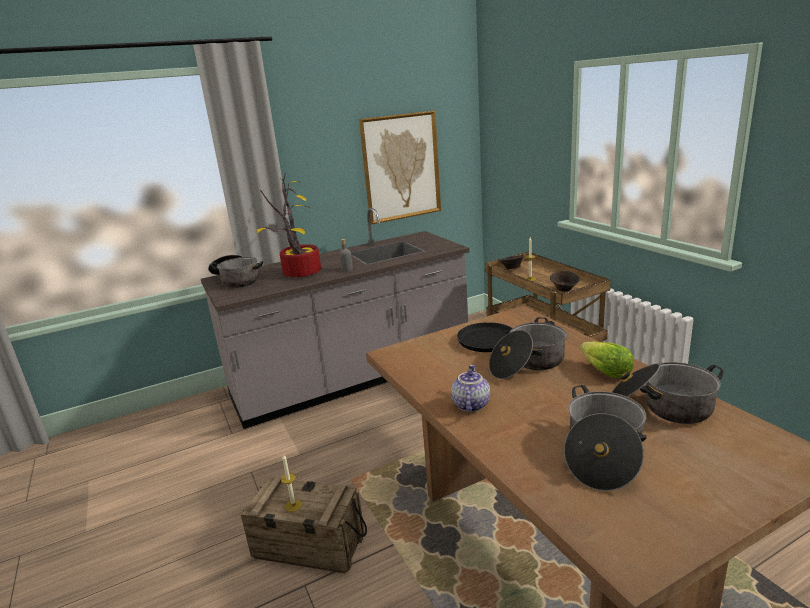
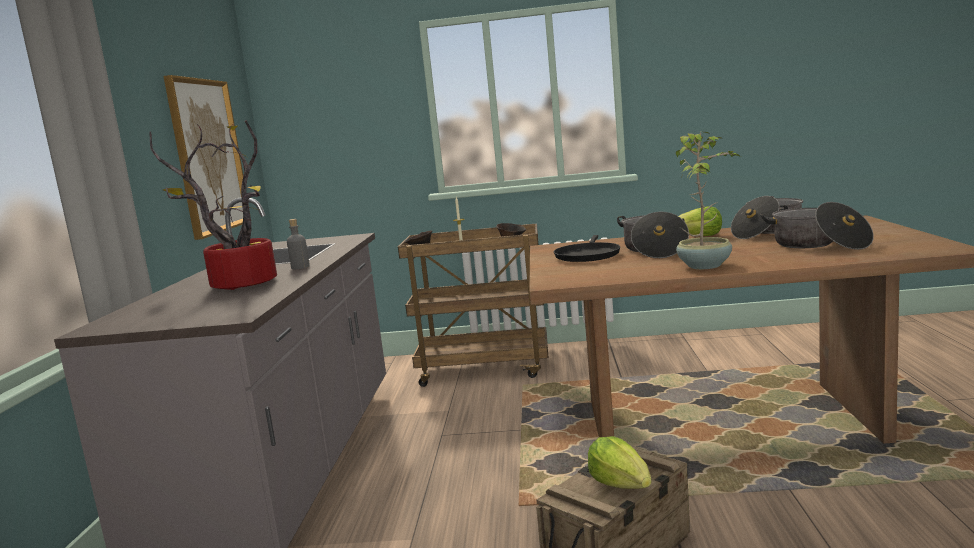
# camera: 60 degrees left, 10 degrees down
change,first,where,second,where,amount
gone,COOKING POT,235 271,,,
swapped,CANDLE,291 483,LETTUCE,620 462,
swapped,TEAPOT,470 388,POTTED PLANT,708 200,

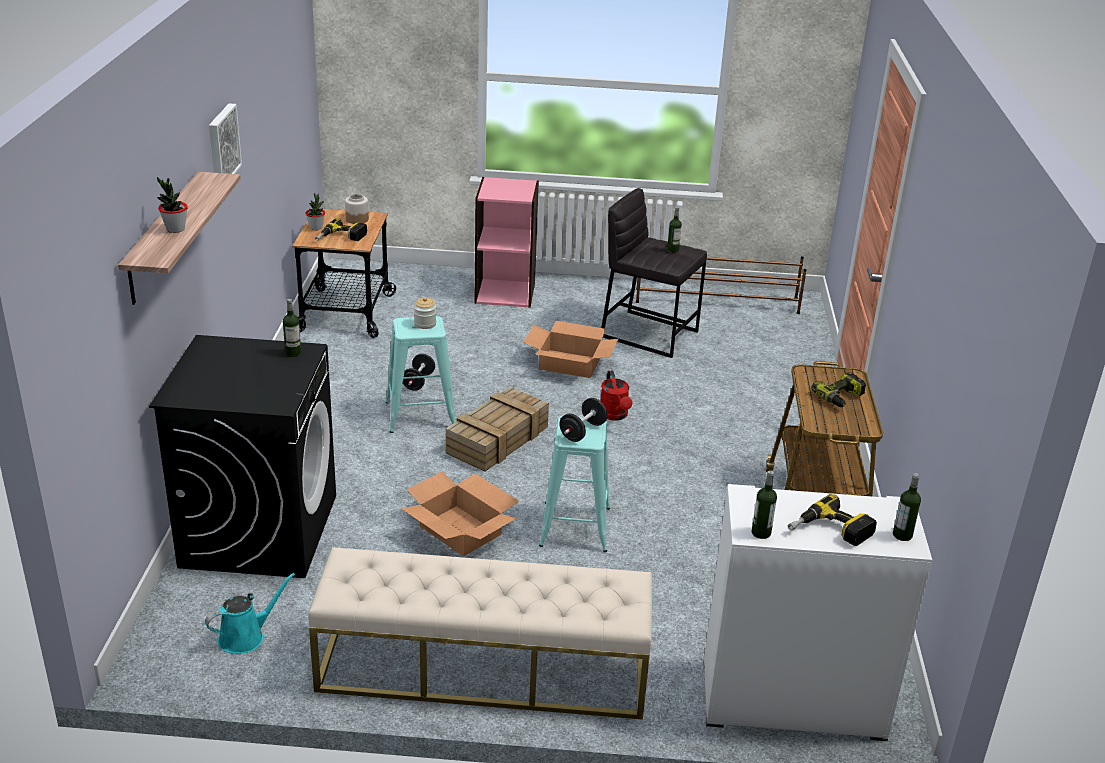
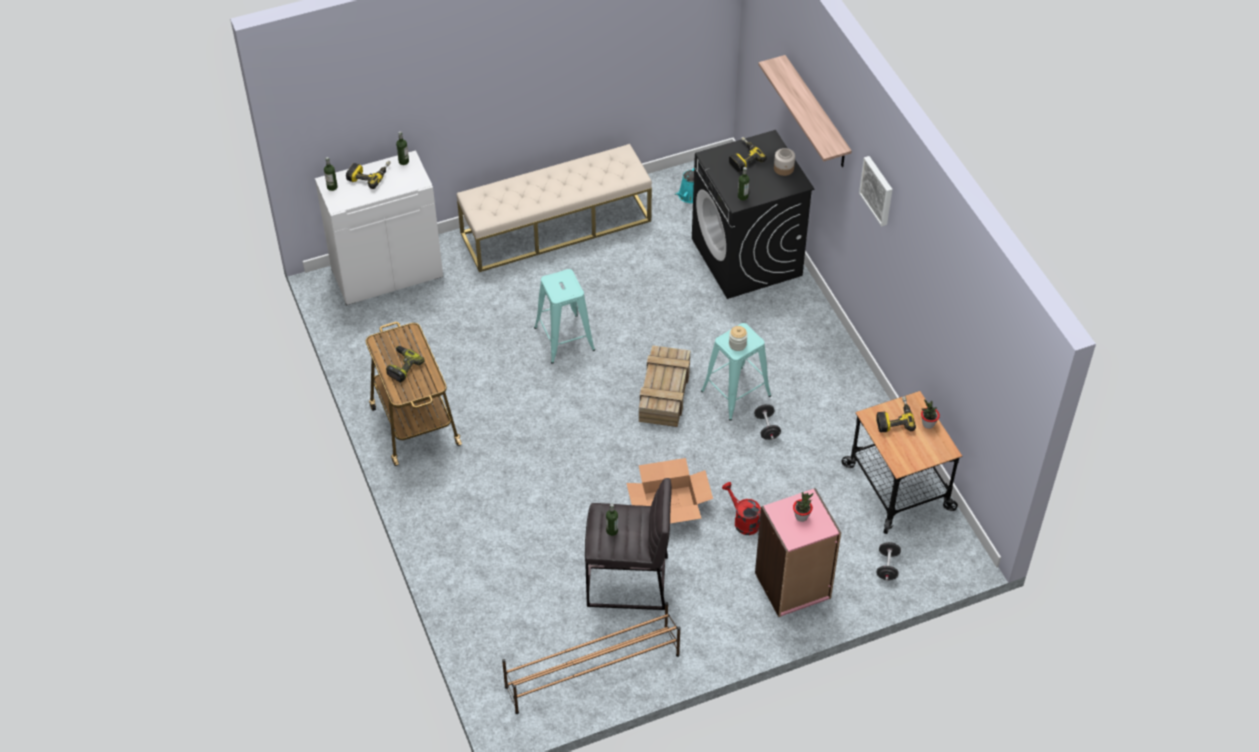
# camera: 155 degrees right, 20 degrees up
change,first,where,second,where,amount
gone,CARDBOARD BOX,460 513,,,
new,,,POWER DRILL,748 154,
shifted,POTTED PLANT,172 205,,803 507,
shifted,JAR,357 209,,784 162,
shifted,BLACK DUMBBELL,583 420,,889 561,
shifted,RED WATERING CAN,617 395,,741 508,

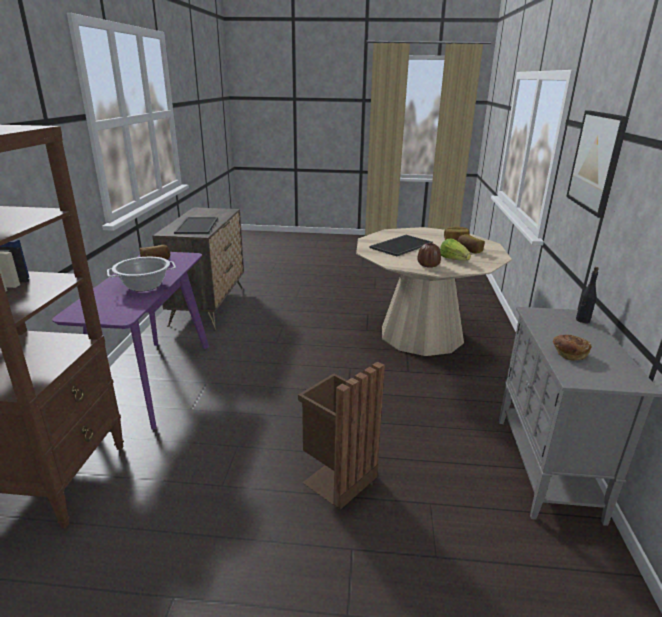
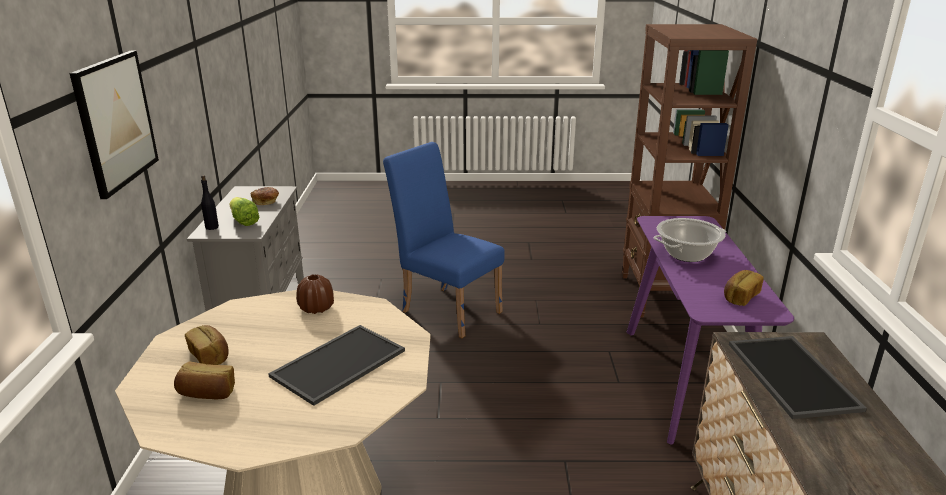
# camera: 175 degrees right, 0 degrees up
change,first,where,second,where,amount
shifted,LETTUCE,455 250,,245 211,
swapped,BROWN TRASH CAN,341 435,BLUE CHAIR,444 240,

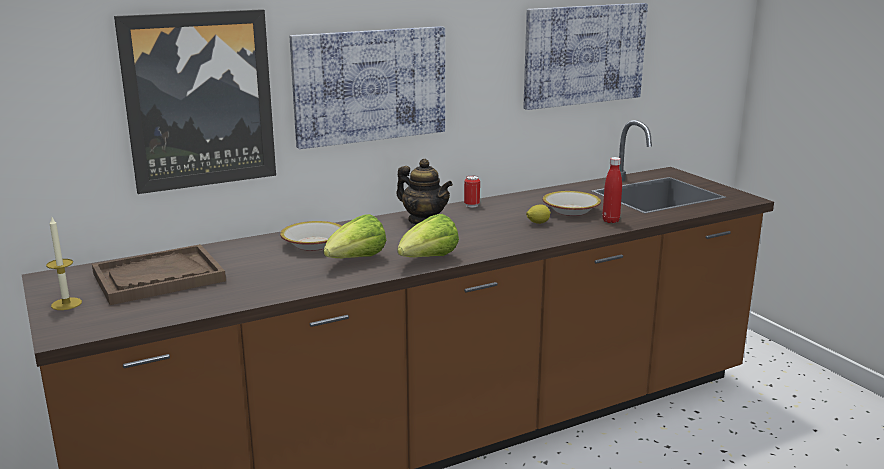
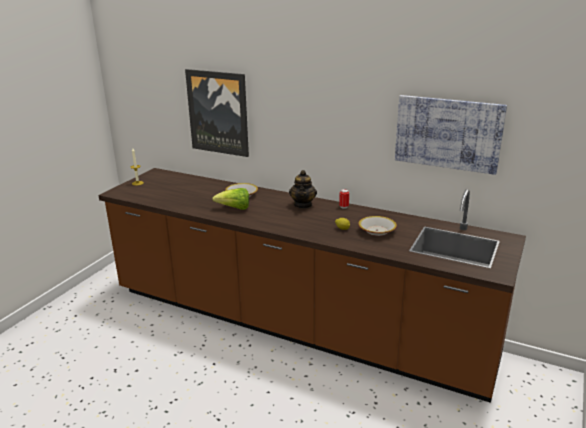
# camera: 55 degrees right, 5 degrees up
change,first,where,second,where,amount
gone,BROWN TRAY,159 274,,,
gone,PICTURE,367 87,,,
gone,LETTUCE,428 235,,,
gone,RED BOTTLE,612 190,,,

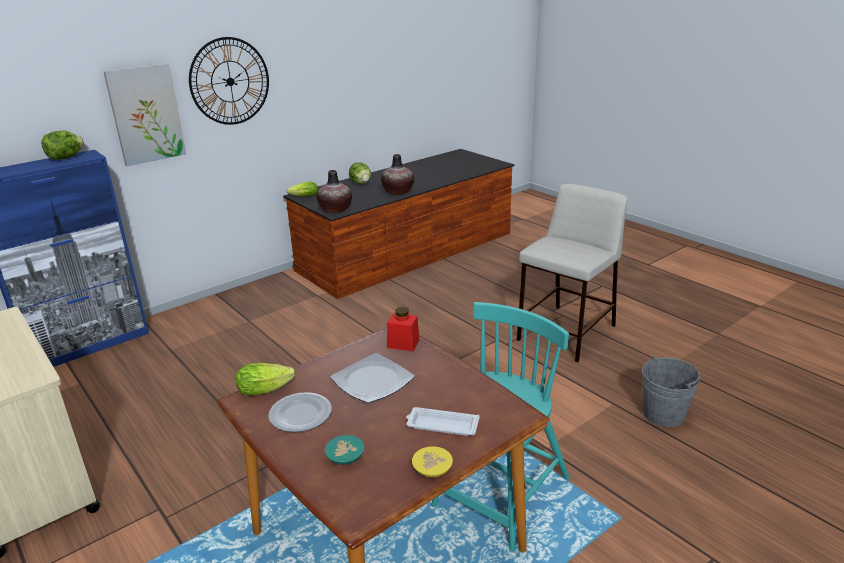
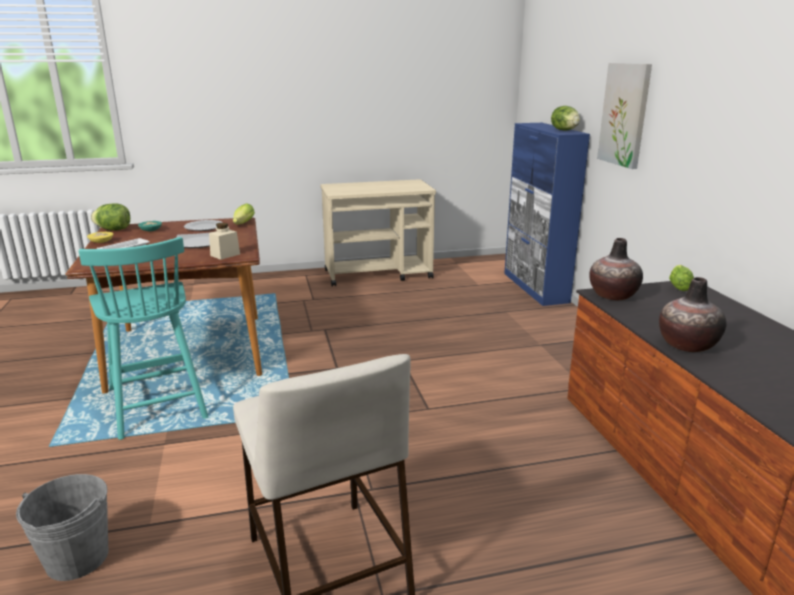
# camera: 115 degrees right, 5 degrees down
change,first,where,second,where,amount
gone,WALL CLOCK,229 81,,,
shifted,LETTUCE,360 173,,110 217,
repainted,RED JAR,403 329,BEIGE JAR,224 241,

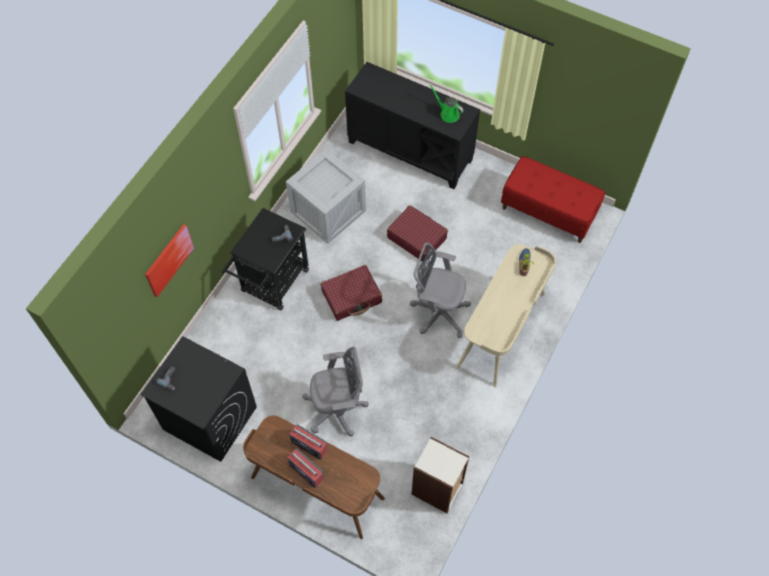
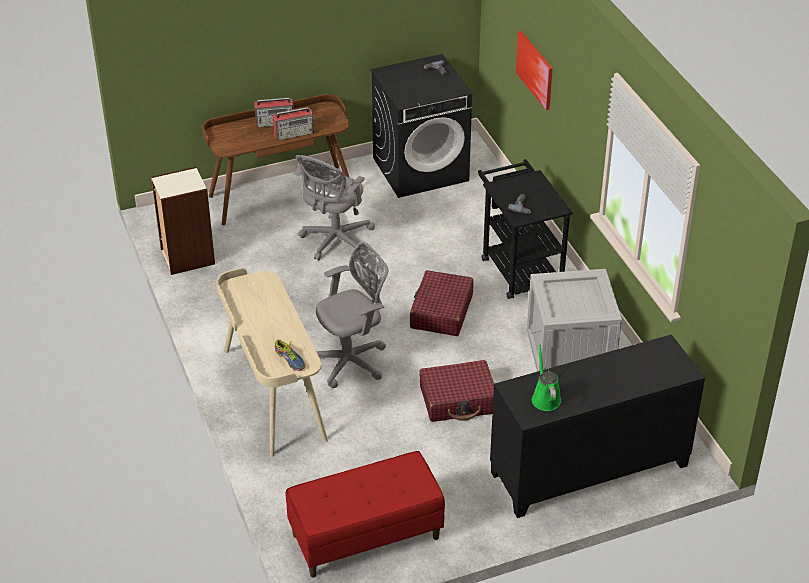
# camera: 130 degrees right, 20 degrees down
change,first,where,second,where,amount
rotated,GREEN WATERING CAN,447 103,,546 377,90 degrees counterclockwise

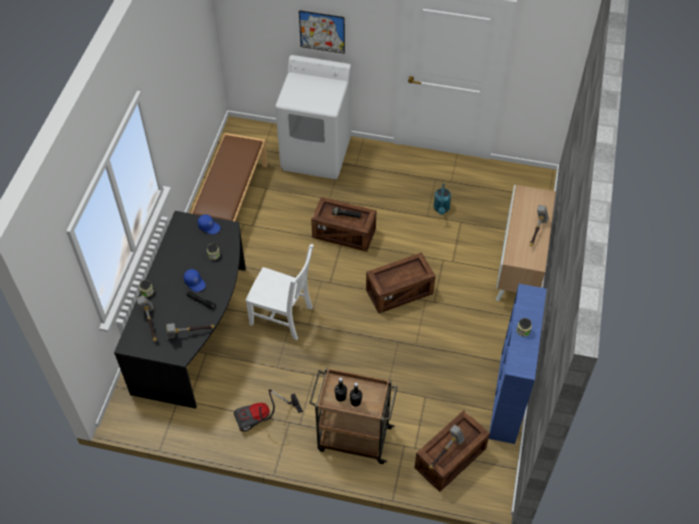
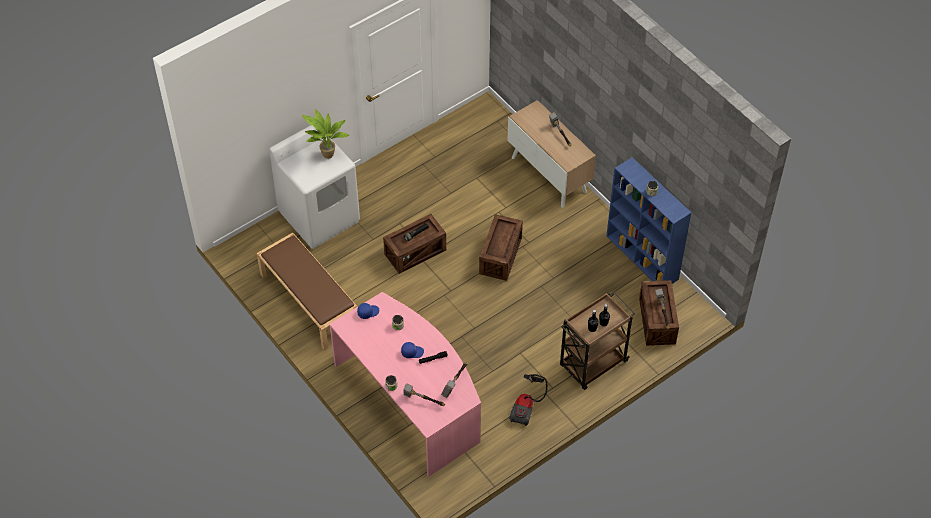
# camera: 50 degrees left, 0 degrees up
change,first,where,second,where,amount
gone,WHITE CHAIR,279 292,,,
gone,PICTURE,322 32,,,
gone,TURQUOISE WATERING CAN,442 199,,,
new,,,POTTED PLANT,325 134,
repainted,BLACK DESK,180 310,PINK DESK,405 384,

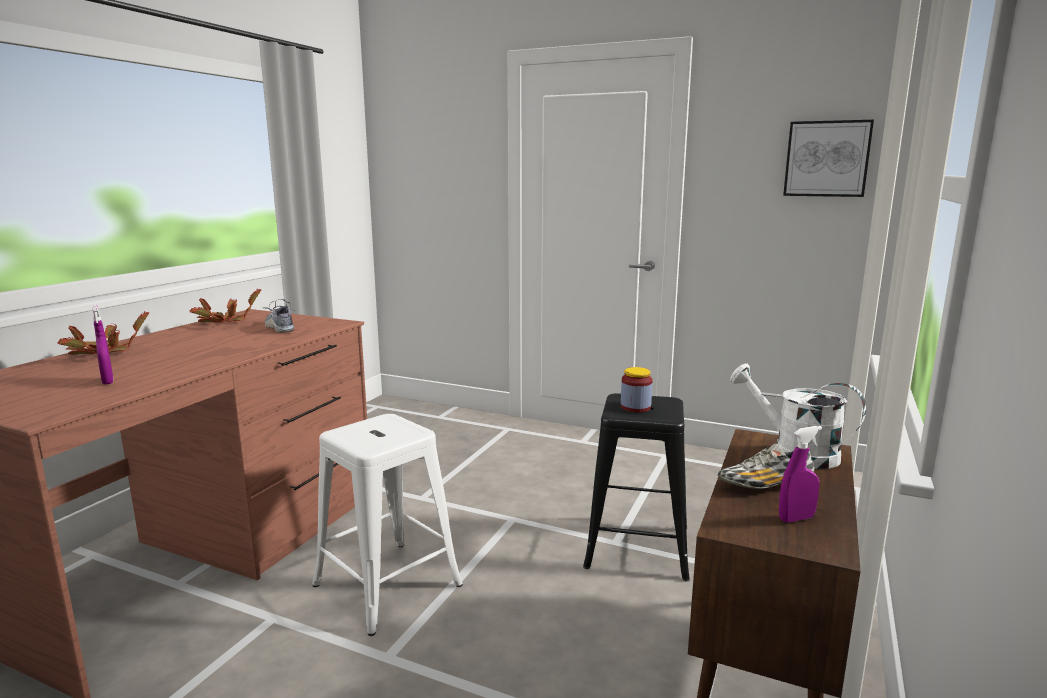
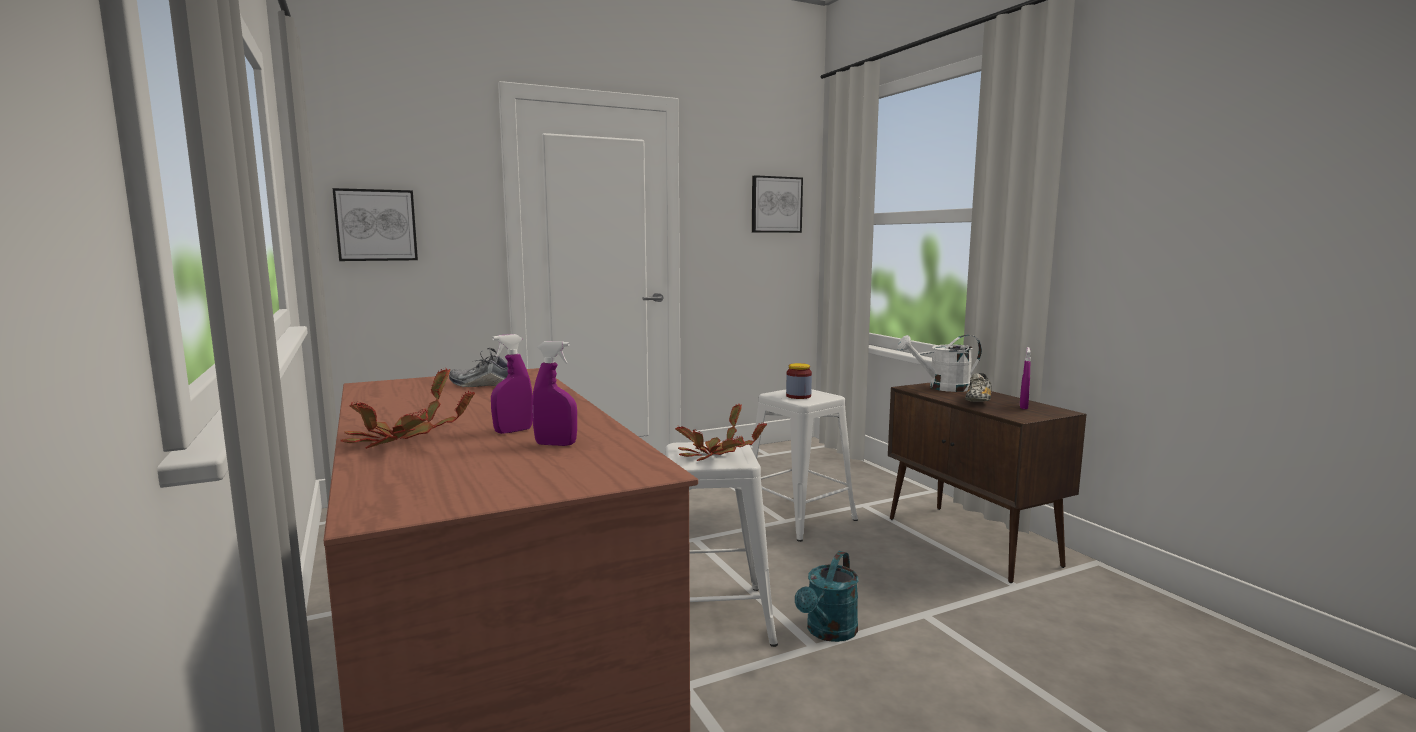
# camera: 50 degrees left, 5 degrees down
change,first,where,second,where,amount
new,,,PICTURE,375 224,
new,,,PURPLE SPRAY BOTTLE,511 384,
new,,,TURQUOISE WATERING CAN,827 596,
shifted,POTTED PLANT,225 306,,721 432,
repainted,BLACK STOOL,636 487,WHITE STOOL,805 465,

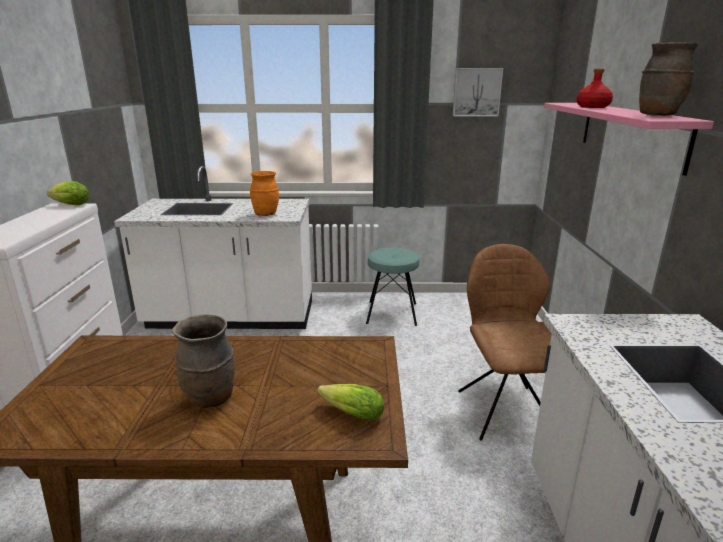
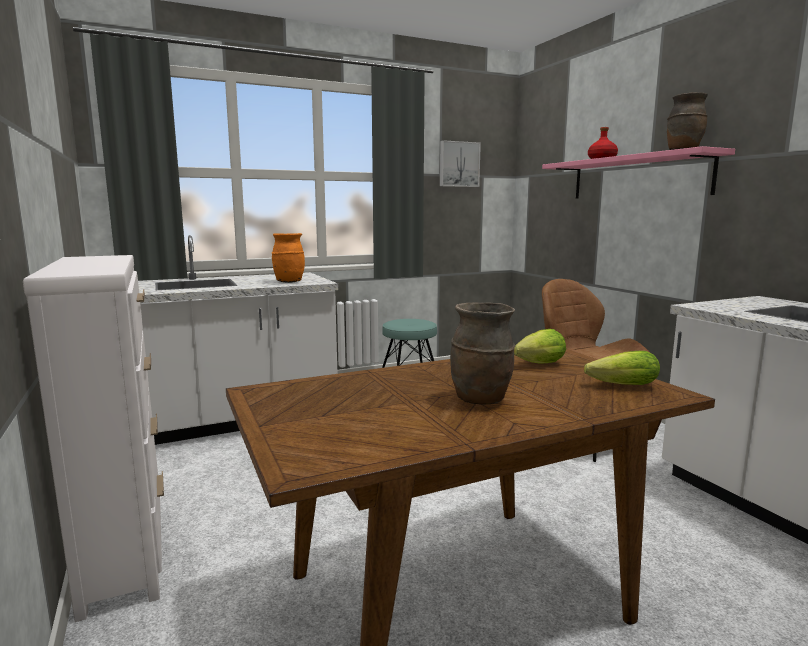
# camera: 25 degrees left, 10 degrees down
change,first,where,second,where,amount
shifted,LETTUCE,68 193,,540 346,

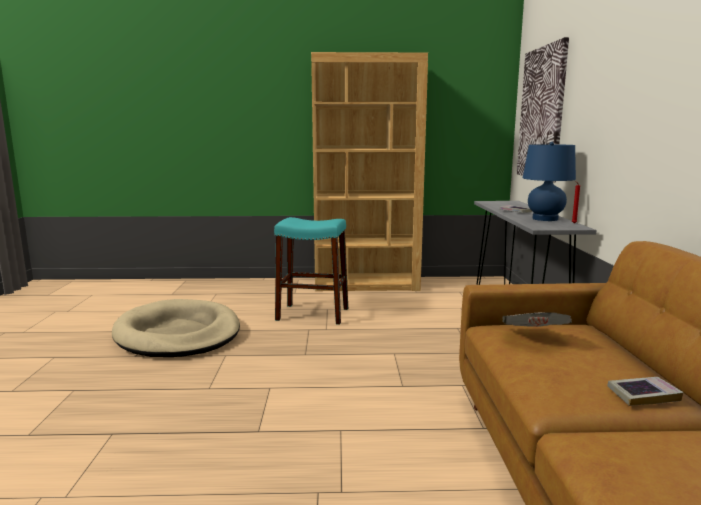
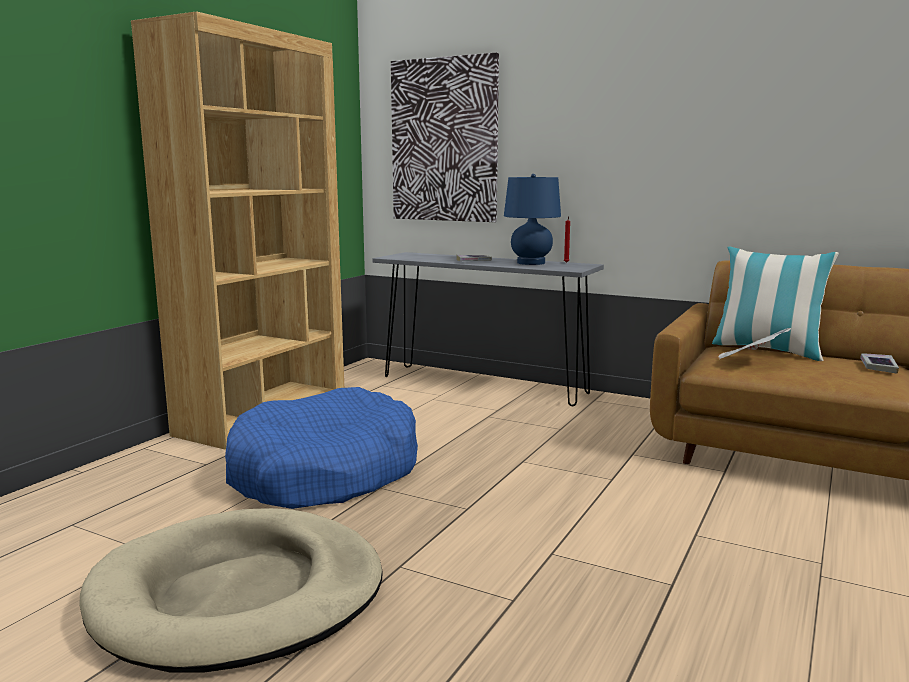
# camera: 60 degrees left, 0 degrees up
change,first,where,second,where,amount
new,,,PILLOW,775 304,
swapped,TURQUOISE STOOL,311 271,BLUE DOG BED,321 448,

